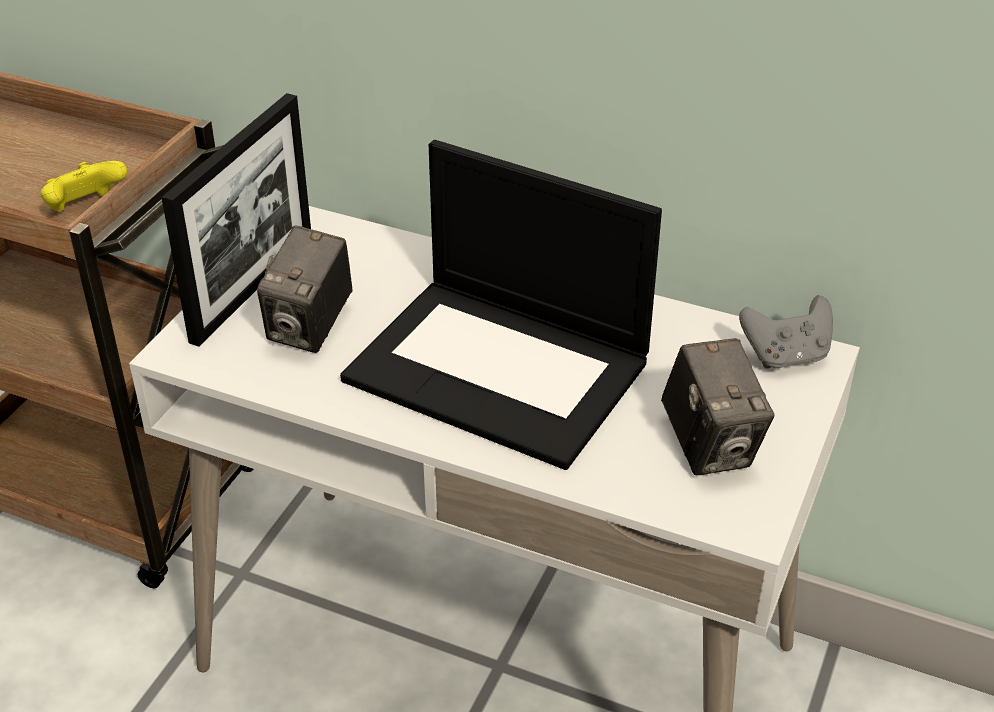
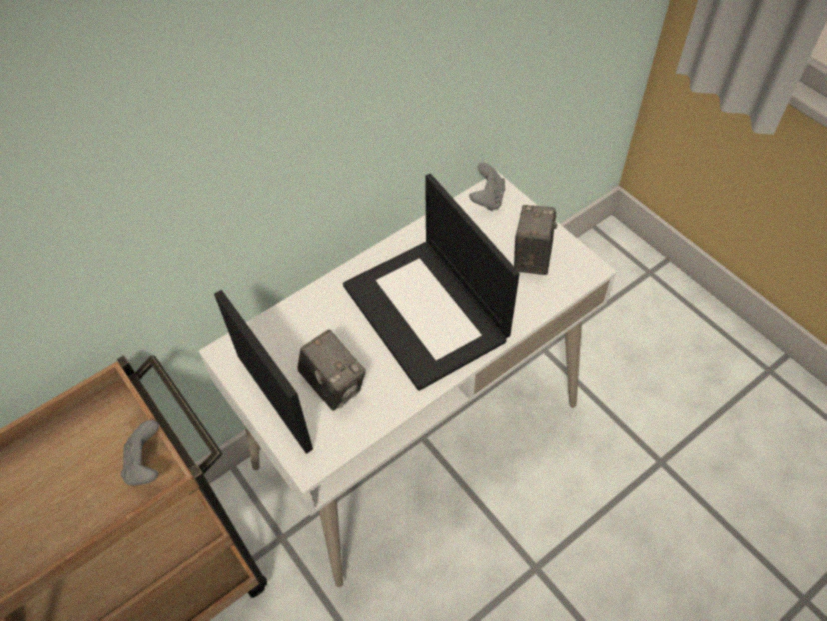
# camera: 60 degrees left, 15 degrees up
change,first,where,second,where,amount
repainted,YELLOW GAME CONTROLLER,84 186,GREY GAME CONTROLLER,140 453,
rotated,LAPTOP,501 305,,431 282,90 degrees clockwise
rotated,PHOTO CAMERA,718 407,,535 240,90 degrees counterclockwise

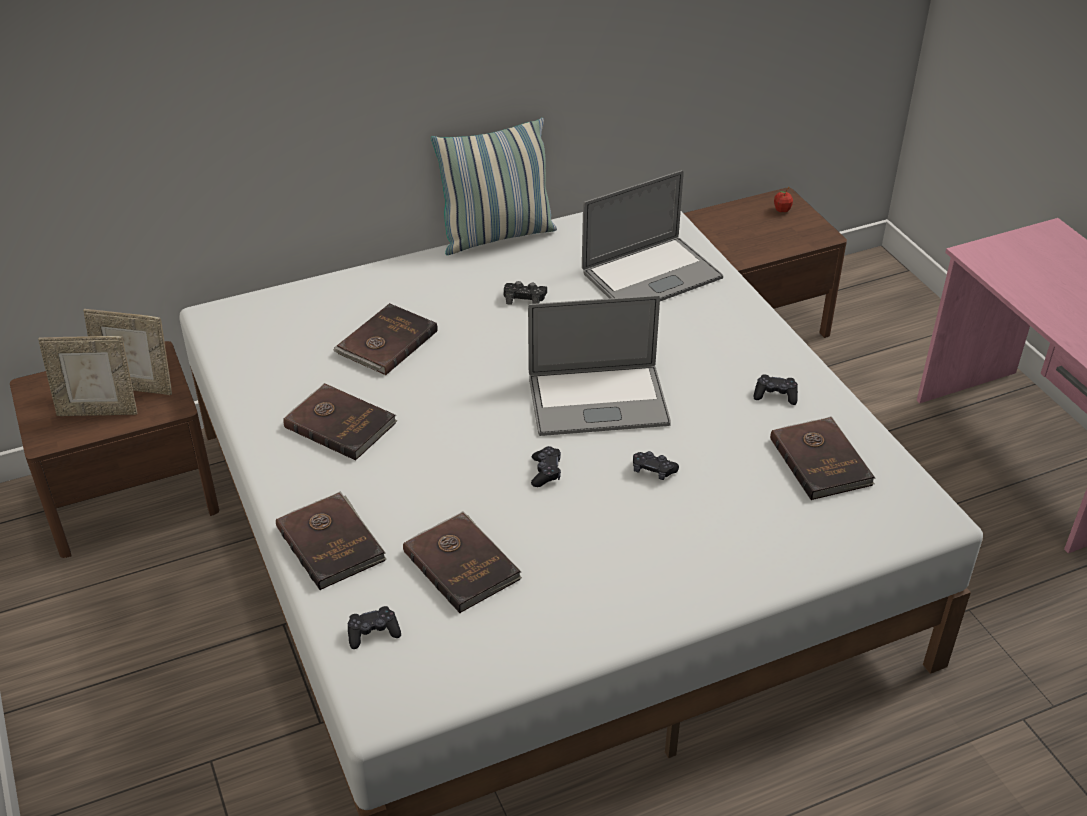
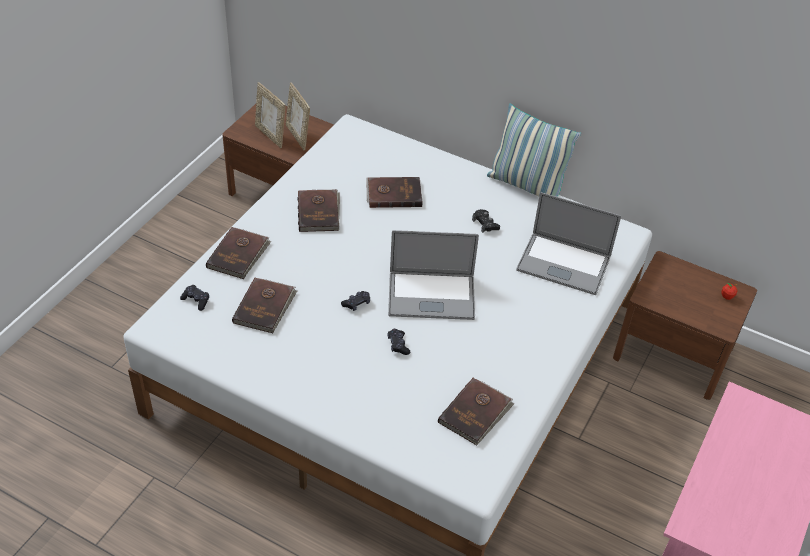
# camera: 50 degrees right, 5 degrees up
change,first,where,second,where,amount
gone,BLACK GAME CONTROLLER,776 389,,,
rotated,LAPTOP,599 365,,433 275,45 degrees counterclockwise

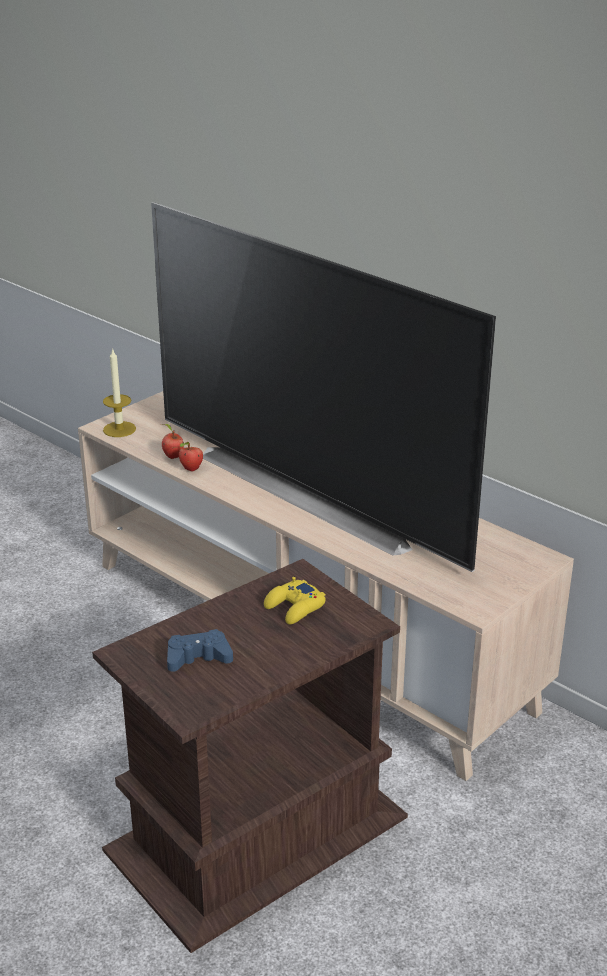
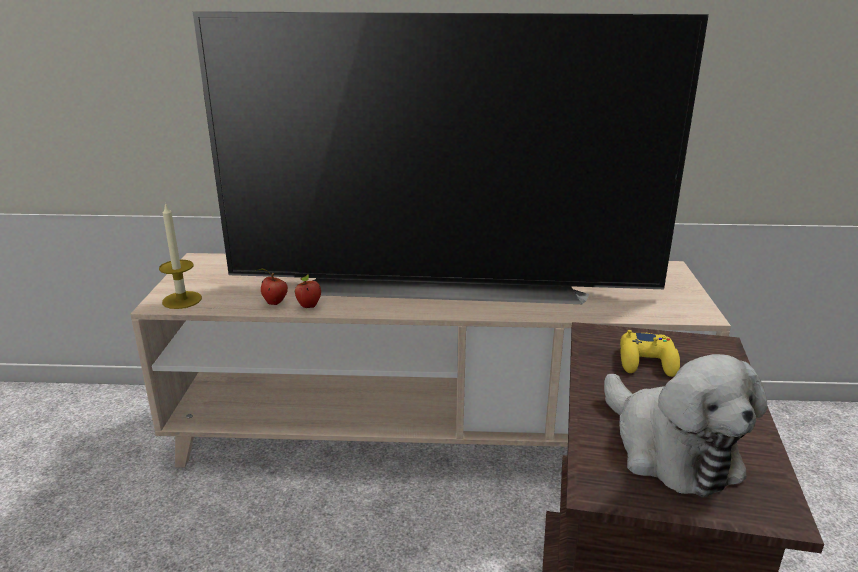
# camera: 40 degrees left, 5 degrees down
change,first,where,second,where,amount
swapped,BLUE GAME CONTROLLER,200 650,PLUSH TOY,685 425,

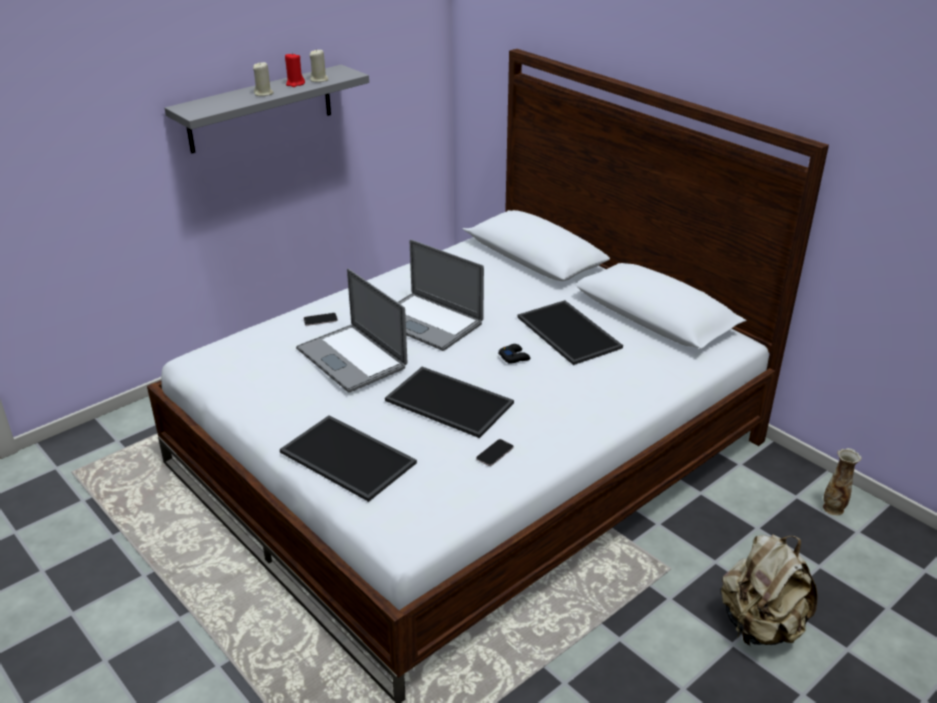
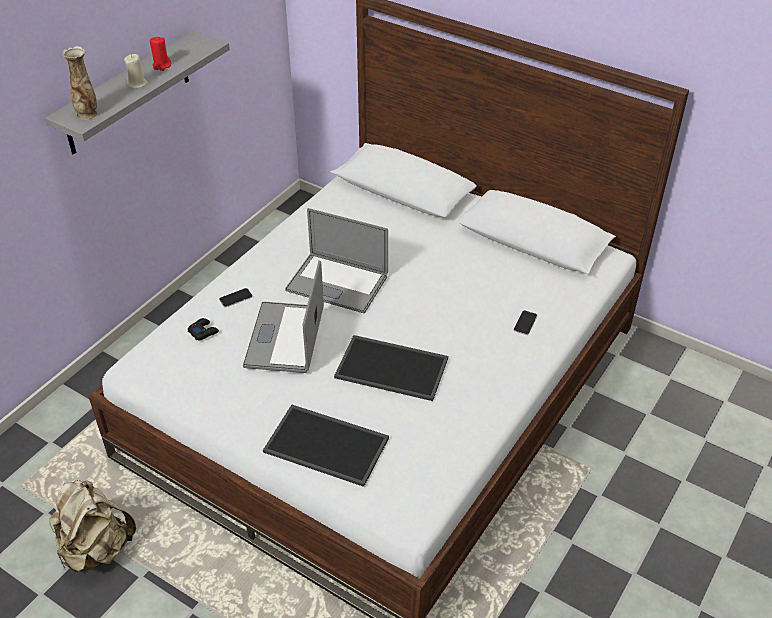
# camera: 15 degrees left, 10 degrees up
change,first,where,second,where,amount
gone,BEIGE CANDLE,319 65,,,
gone,TRAY,570 332,,,
shifted,PHONE,495 452,,525 322,
shifted,BLACK GAME CONTROLLER,514 354,,203 329,
shifted,BEIGE BACKPACK,769 590,,92 526,
shifted,VASE,842 481,,80 83,
rotated,LAPTOP,351 330,,283 316,60 degrees clockwise

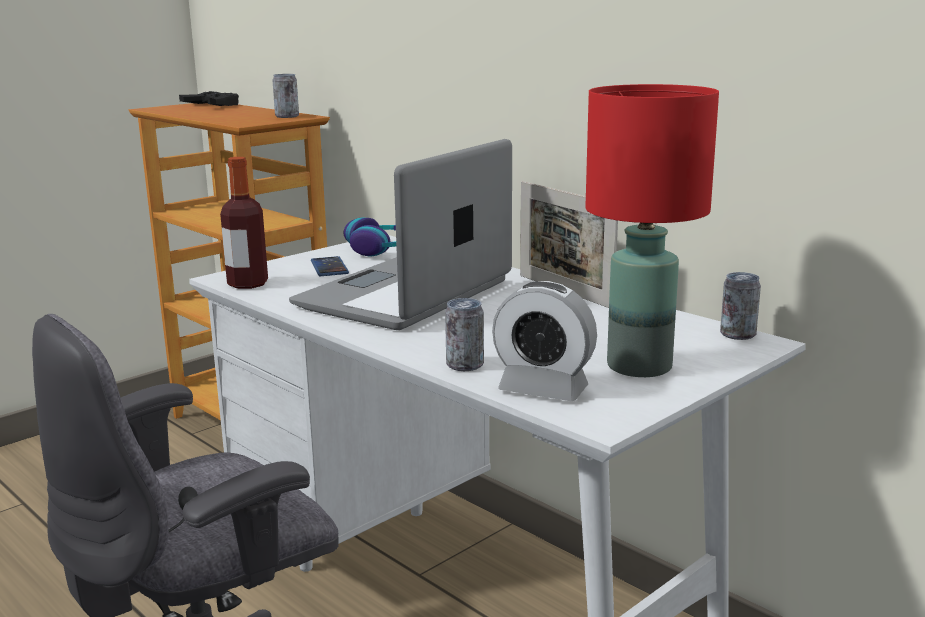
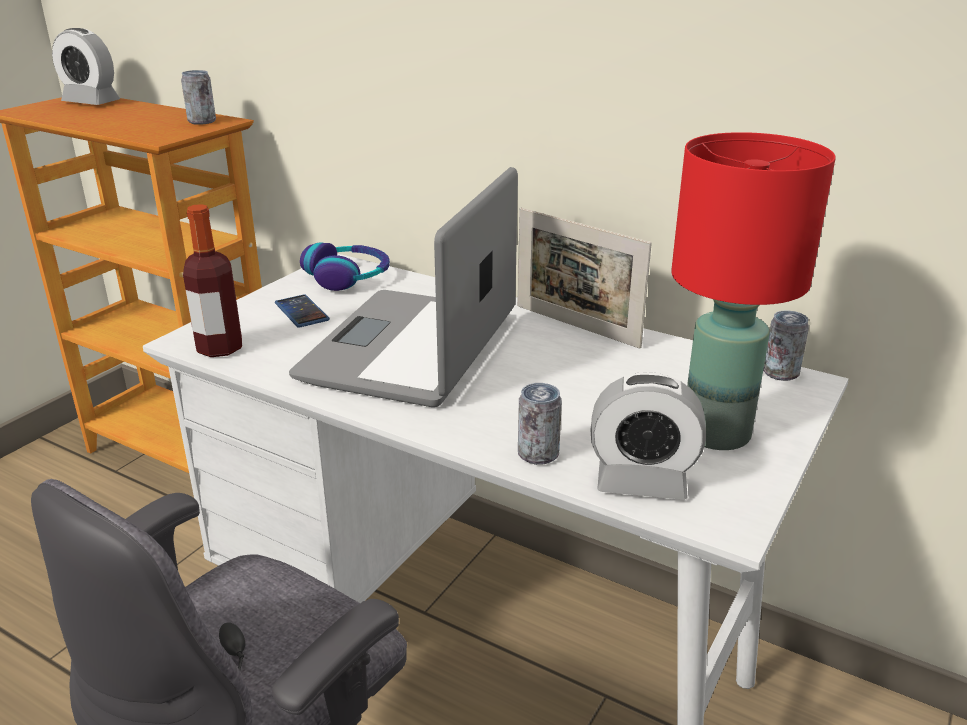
# camera: 15 degrees left, 10 degrees up
change,first,where,second,where,amount
swapped,BLACK GAME CONTROLLER,209 98,ALARM CLOCK,86 66,

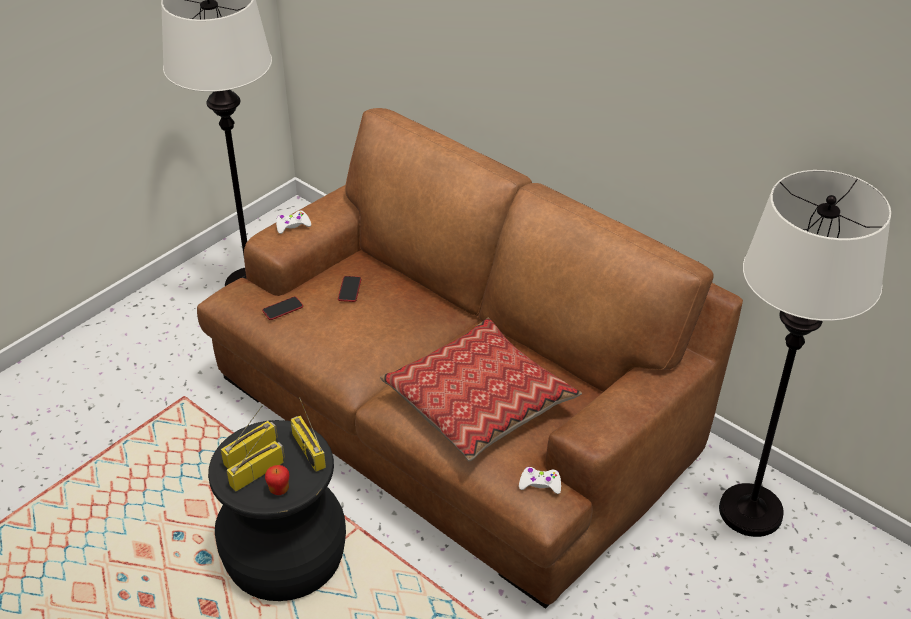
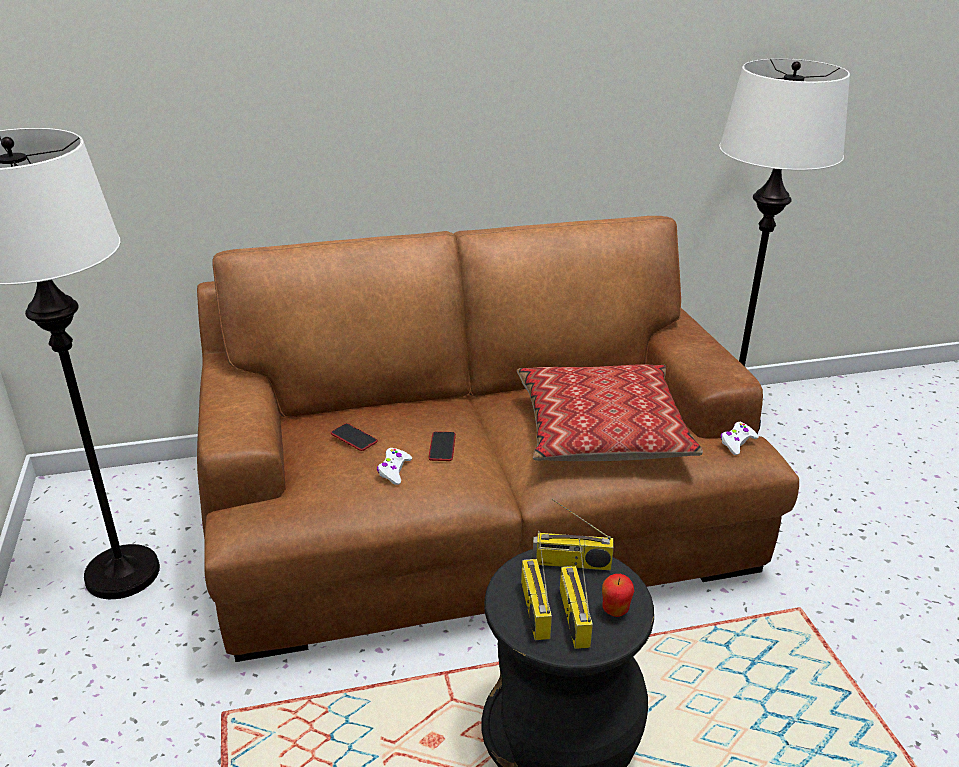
# camera: 55 degrees left, 10 degrees down
change,first,where,second,where,amount
shifted,PHONE,282 308,,442 446,
shifted,WHITE GAME CONTROLLER,293 222,,394 466,

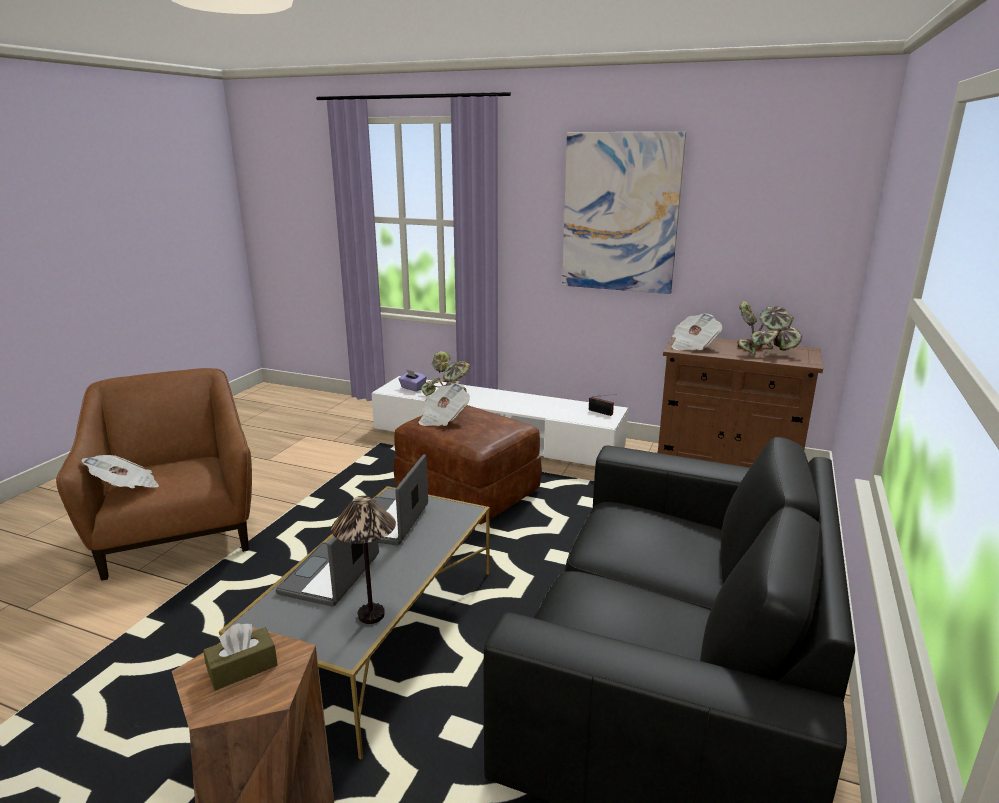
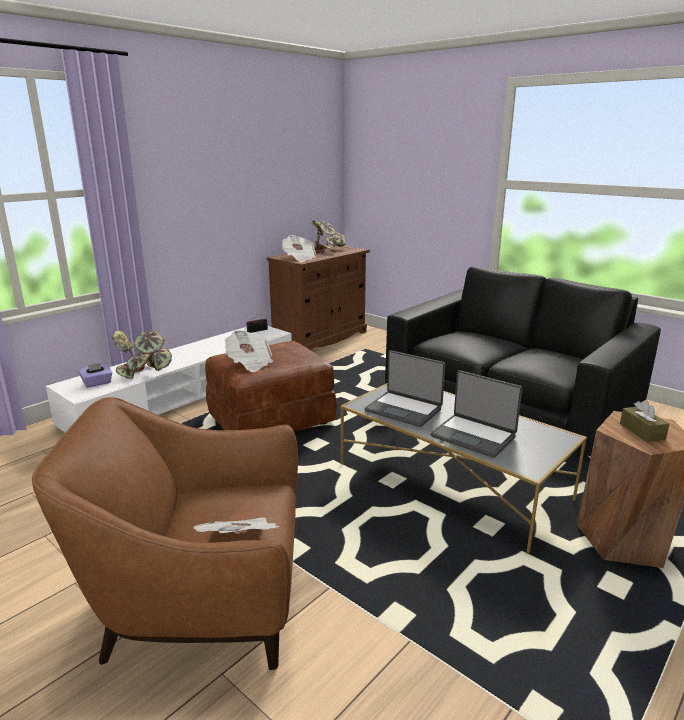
# camera: 70 degrees left, 0 degrees up
change,first,where,second,where,amount
gone,TABLE LAMP,363 560,,,
gone,PICTURE,624 213,,,

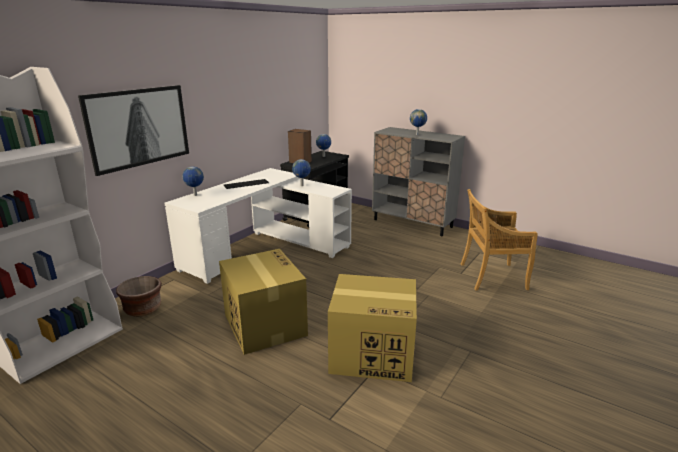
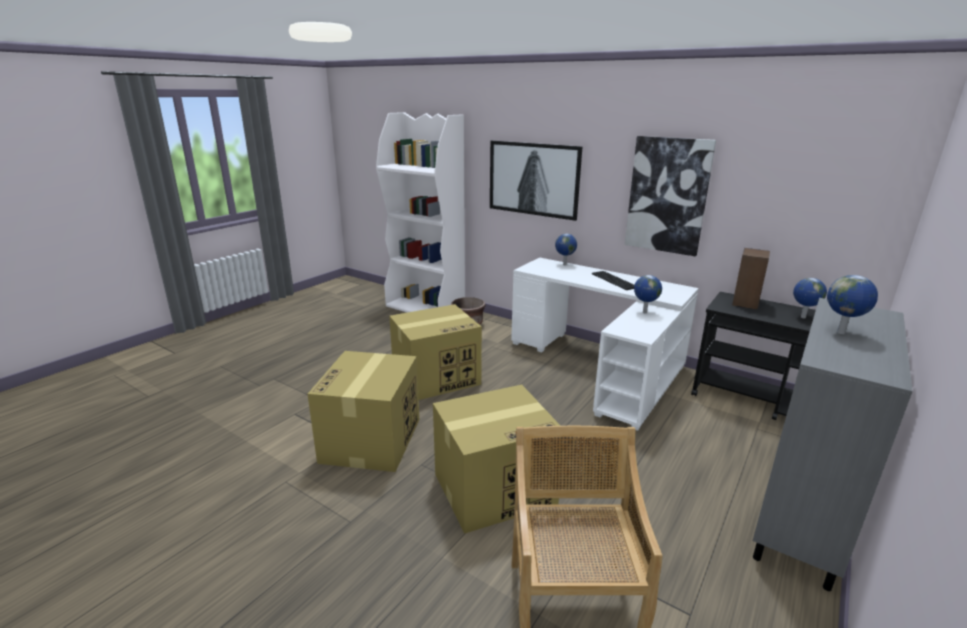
# camera: 90 degrees right, 0 degrees up
change,first,where,second,where,amount
new,,,CARDBOARD BOX,496 459,
new,,,PICTURE,670 196,

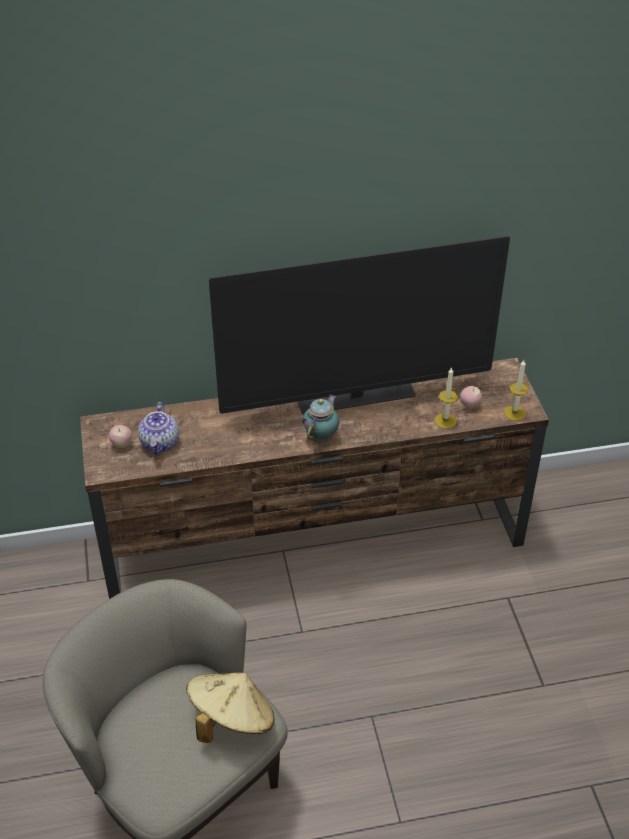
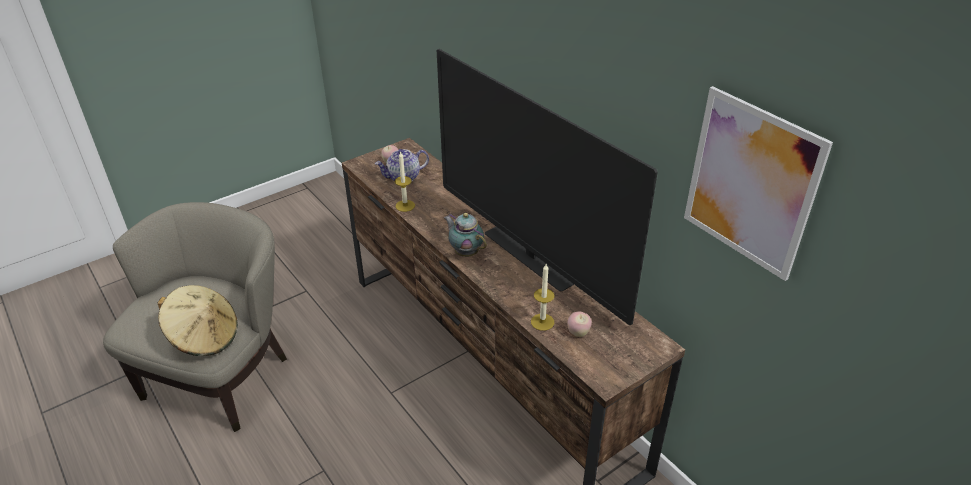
# camera: 65 degrees right, 5 degrees down
change,first,where,second,where,amount
new,,,PICTURE,758 183,
shifted,CANDLE,516 390,,405 181,
rotated,TEAPOT,320 419,,465 235,135 degrees counterclockwise

